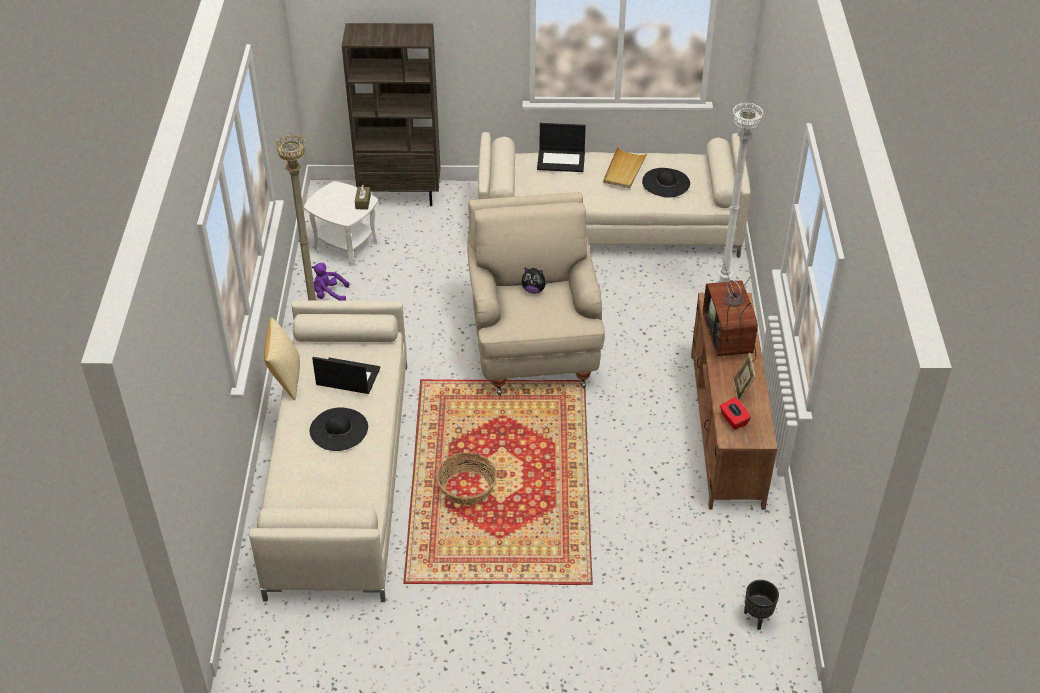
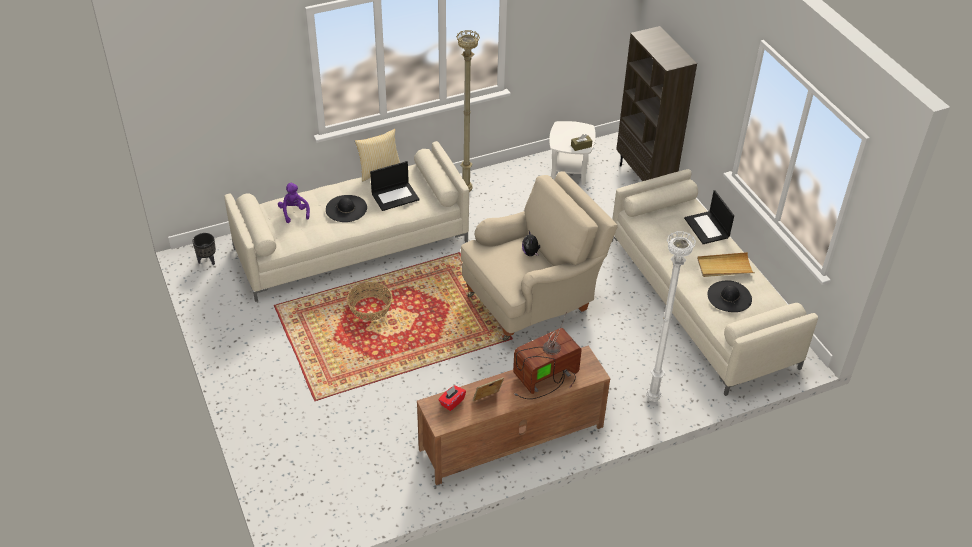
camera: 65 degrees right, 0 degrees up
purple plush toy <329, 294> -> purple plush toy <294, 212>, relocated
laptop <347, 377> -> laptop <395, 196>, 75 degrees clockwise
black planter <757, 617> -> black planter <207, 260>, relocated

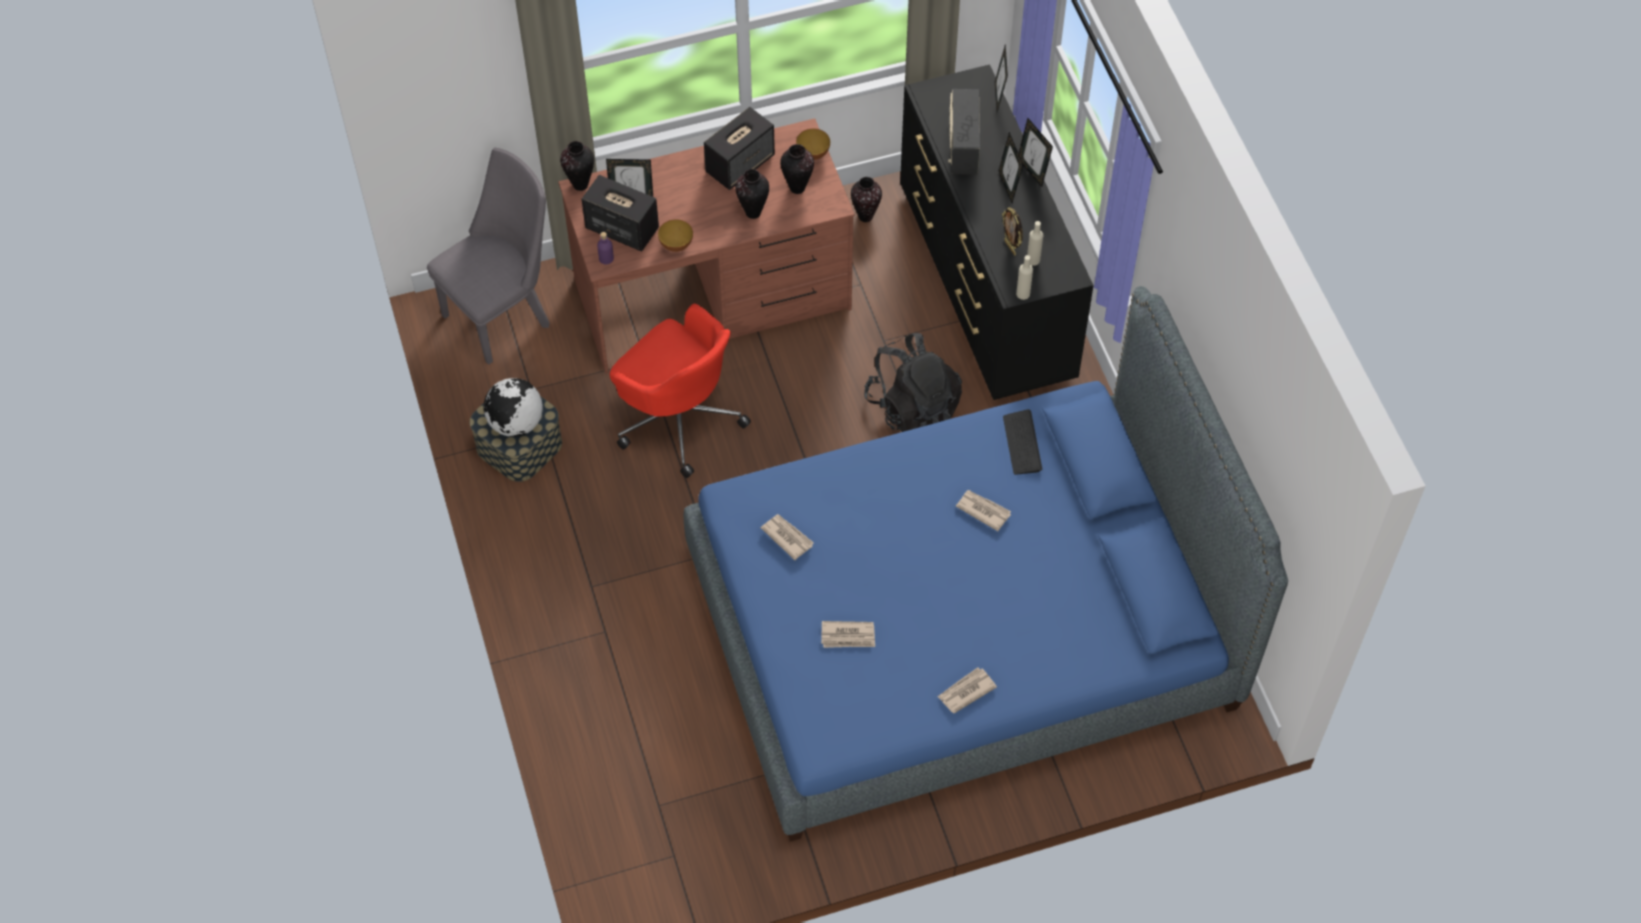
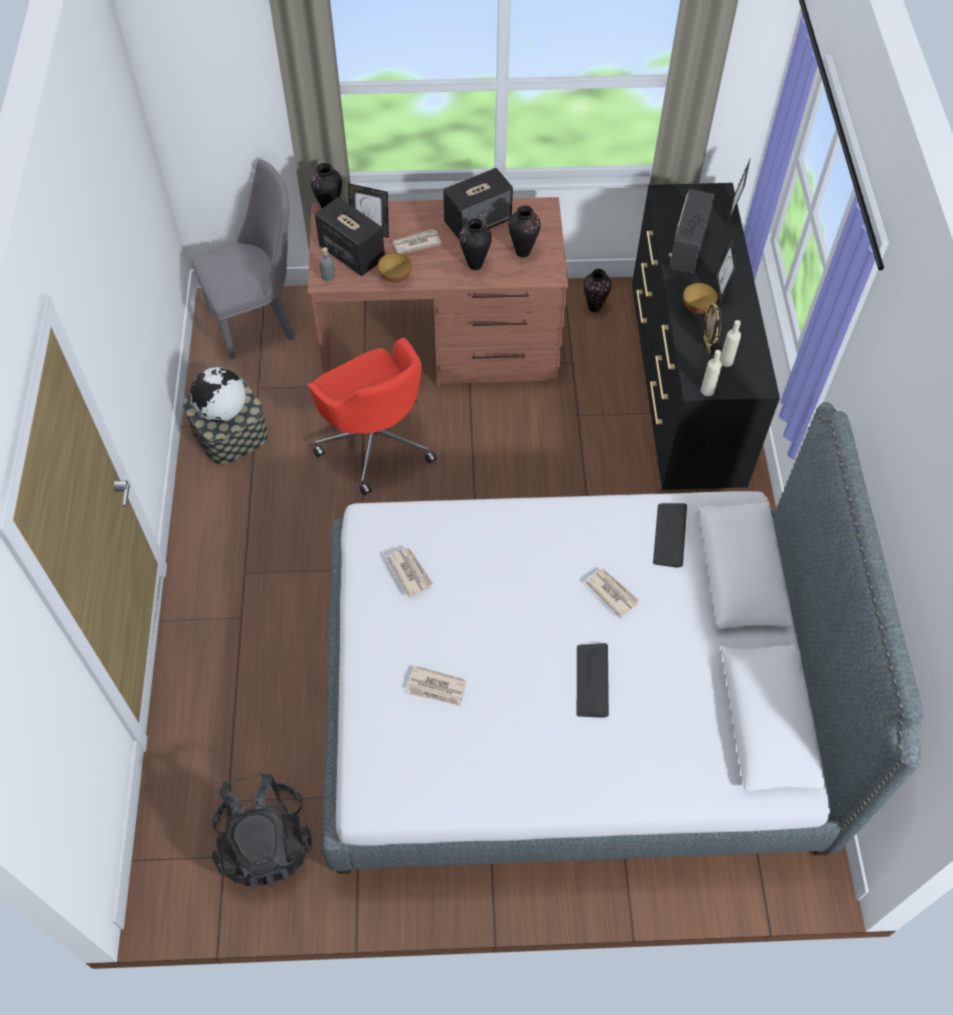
camera: 15 degrees right, 0 degrees up
picture frame <1032, 171> -> none
bowl <813, 154> -> bowl <697, 308>, relocated
purple bottle <606, 258> -> grey bottle <328, 276>
blue bed <962, 630> -> grey bed <572, 701>
black backpack <913, 406> -> black backpack <265, 842>, relocated
newspaper <966, 691> -> newspaper <416, 243>, relocated
none -> keyboard <592, 681>

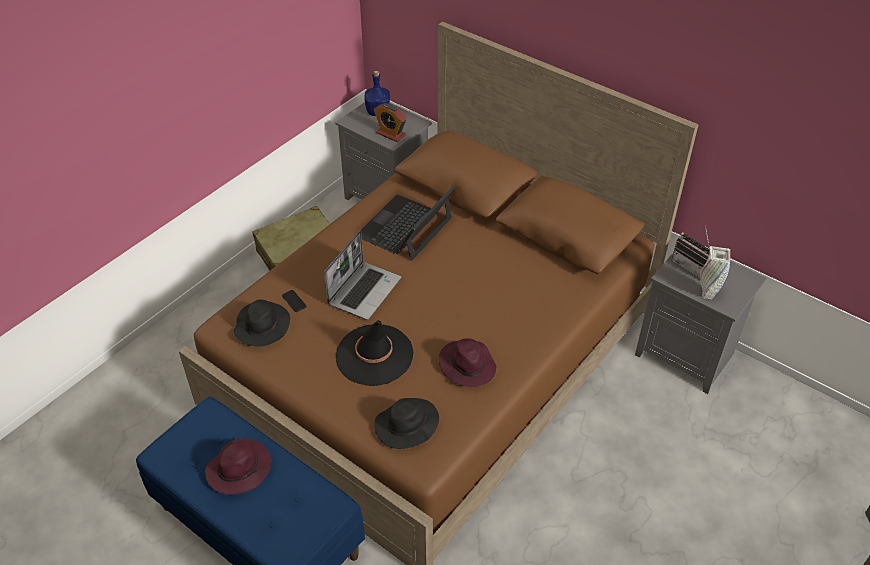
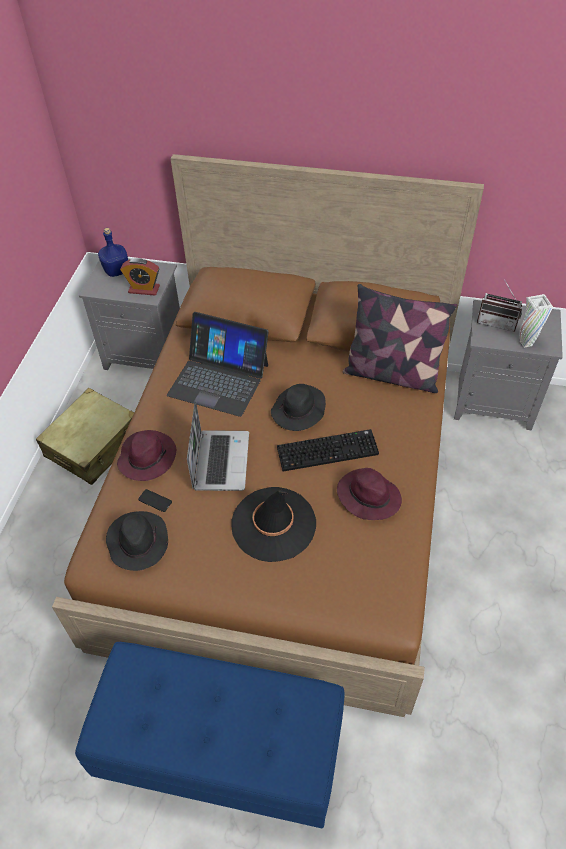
camera: 25 degrees left, 5 degrees up
laptop <405, 227> -> laptop <219, 379>, 75 degrees counterclockwise
black hat <406, 426> -> black hat <298, 411>, relocated
purple hat <240, 468> -> purple hat <147, 457>, relocated
none -> pillow <392, 374>
none -> keyboard <328, 450>

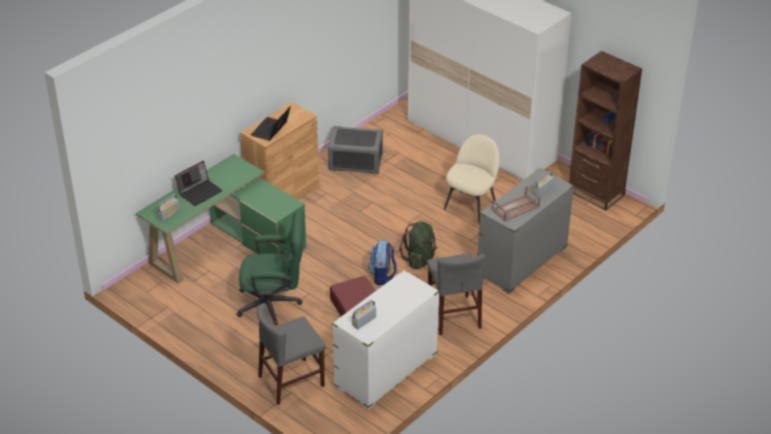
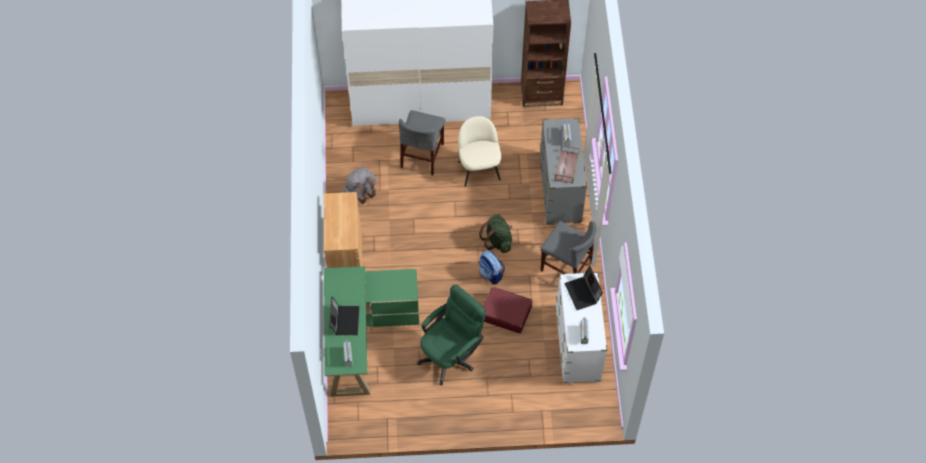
camera: 45 degrees left, 20 degrees up
laptop <271, 130> -> laptop <583, 293>, relocated
grey storage box <355, 162> -> grey backpack <360, 192>
grey chair <291, 381> -> grey chair <422, 155>, relocated

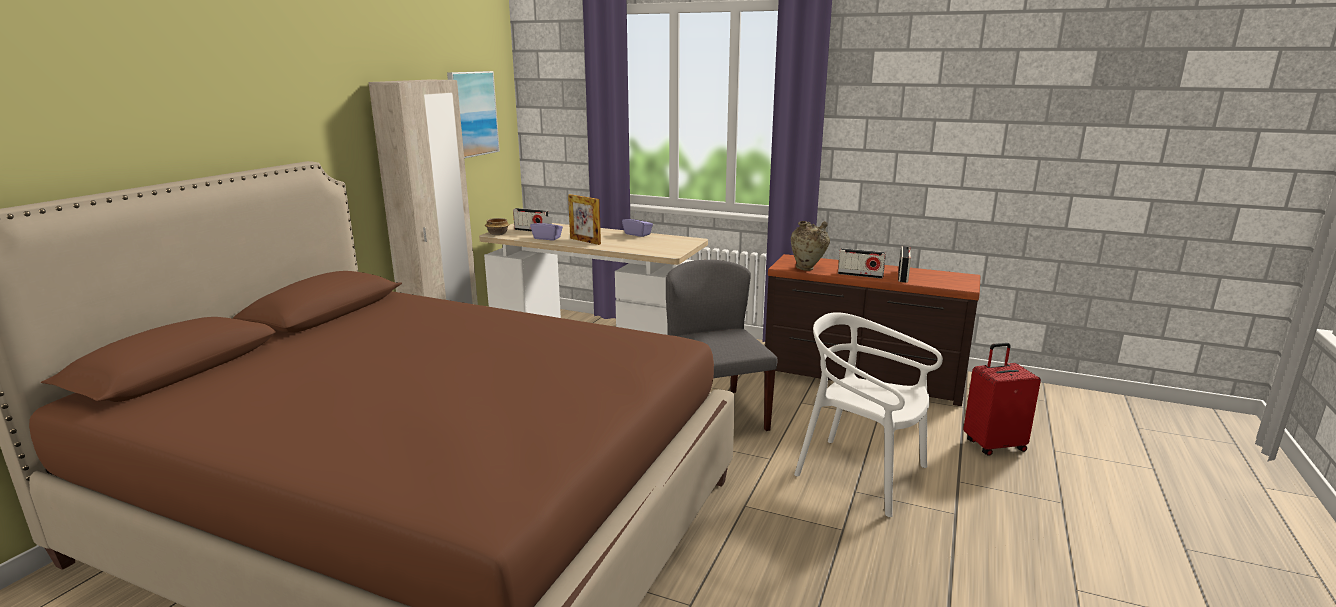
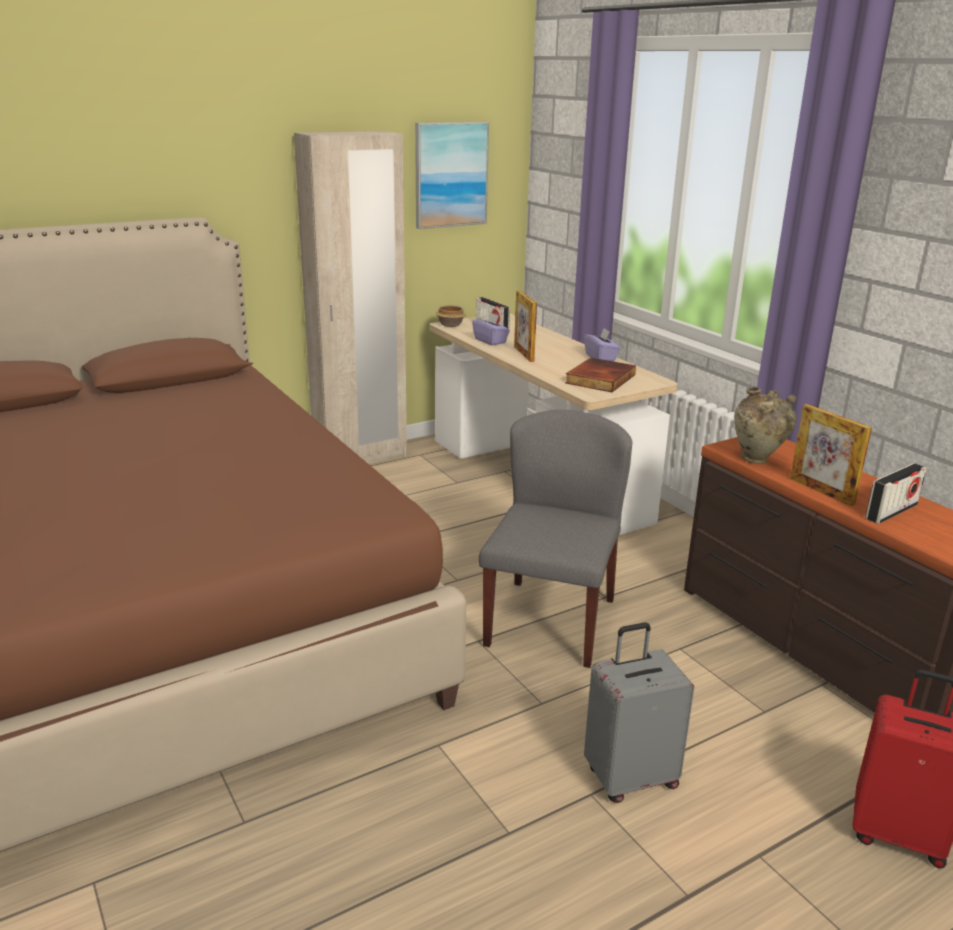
camera: 35 degrees right, 5 degrees up
radio <860, 275> -> picture frame <821, 491>
white chair <861, 474> -> grey suitcase <630, 777>
none -> book <599, 378>

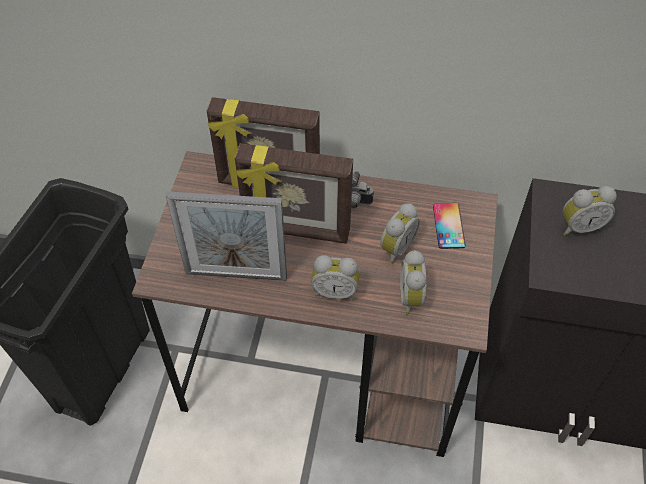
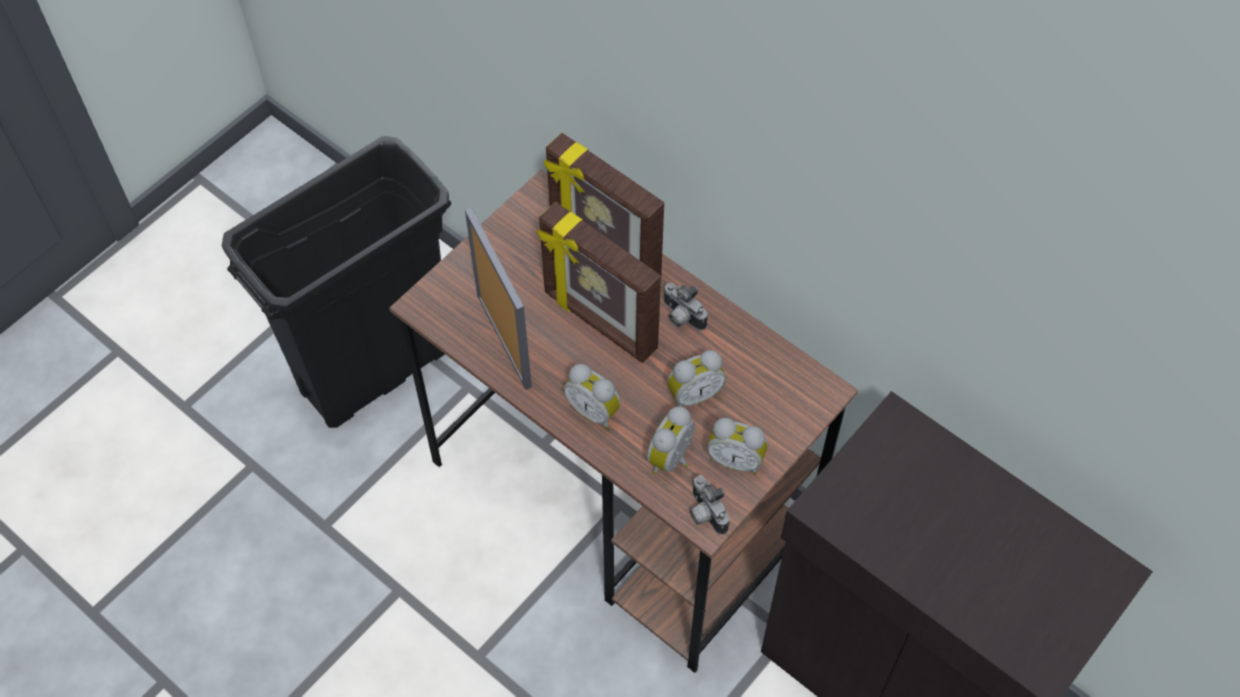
camera: 30 degrees right, 5 degrees up
alarm clock <579, 226> -> alarm clock <735, 459>, relocated
picture frame <236, 275> -> picture frame <504, 340>, 150 degrees counterclockwise
phone <448, 226> -> none
none -> photo camera <704, 513>

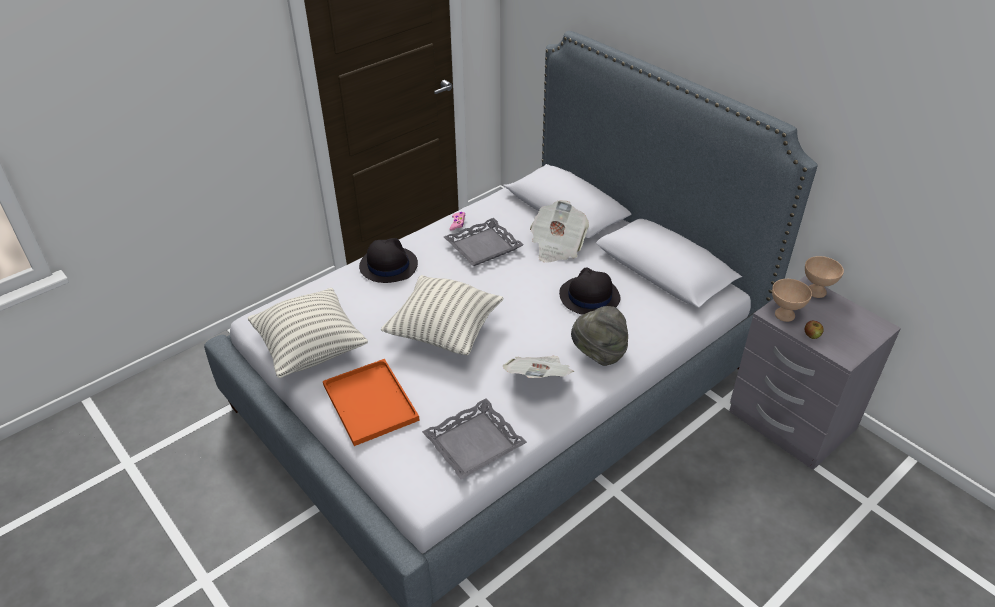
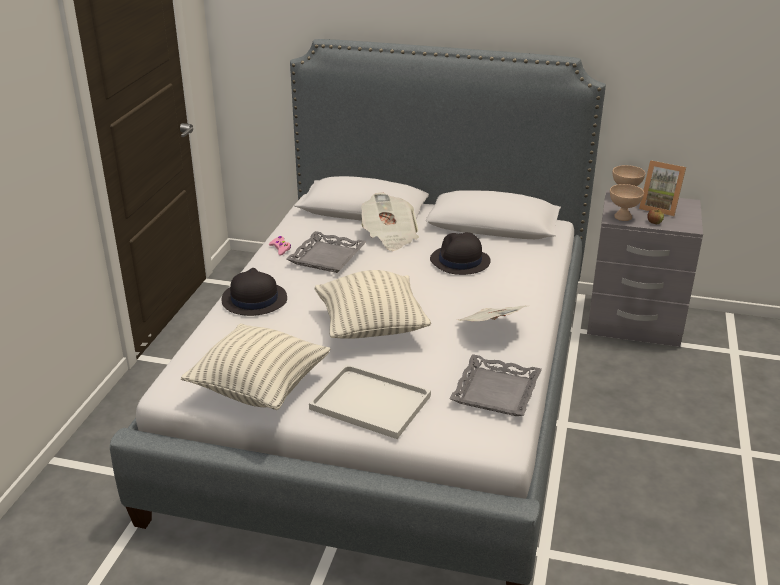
camera: 35 degrees left, 10 degrees down
grey hat <598, 353> -> none
orange tray <372, 403> -> white tray <373, 402>
none -> picture frame <659, 208>

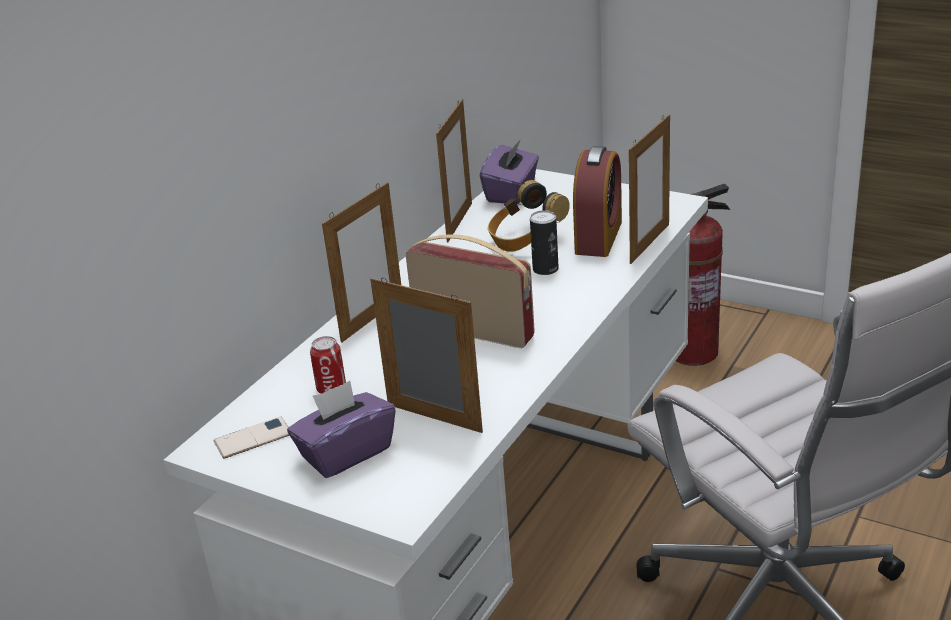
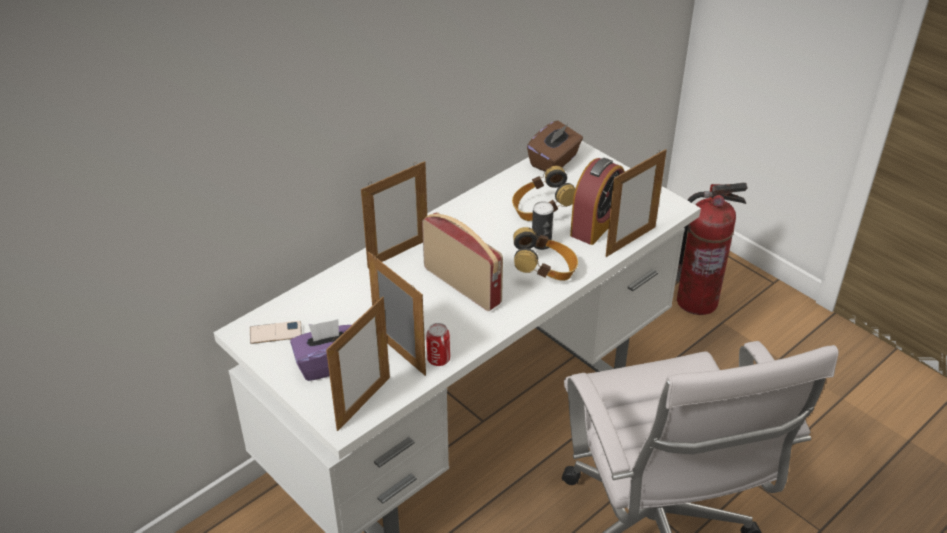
camera: 15 degrees right, 10 degrees up
picture frame <459, 222> -> picture frame <363, 403>, relocated
purple tissue box <512, 192> -> brown tissue box <554, 161>
can <331, 388> -> can <438, 359>, relocated
none -> headphones <545, 271>

